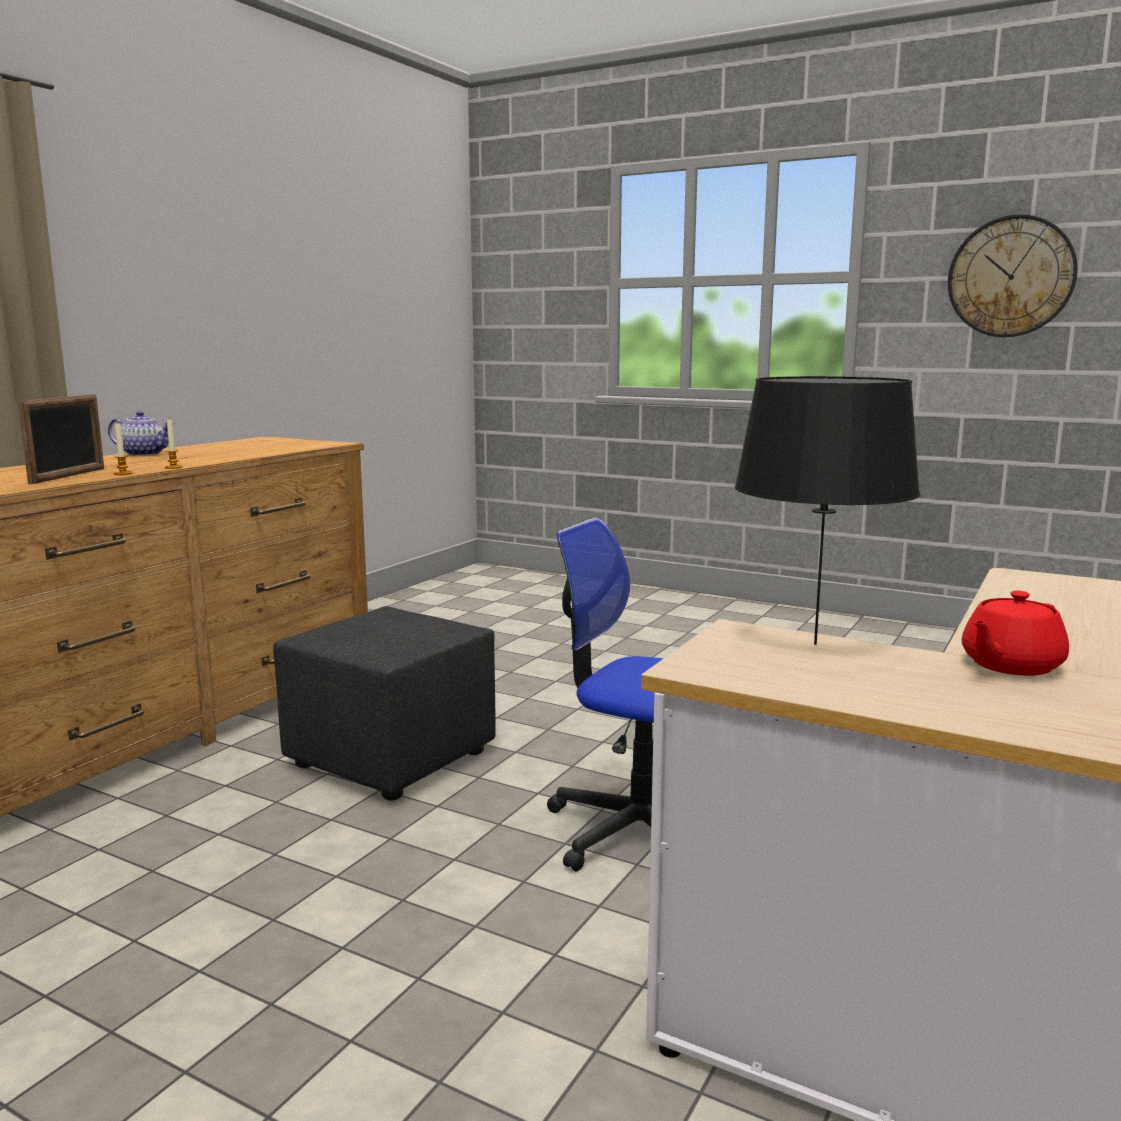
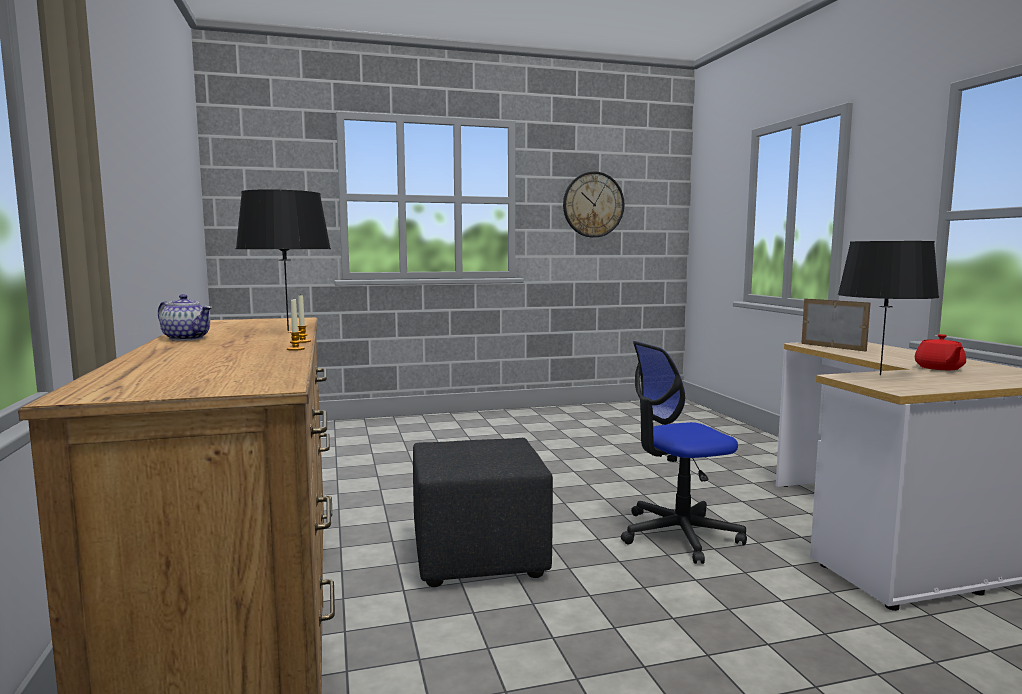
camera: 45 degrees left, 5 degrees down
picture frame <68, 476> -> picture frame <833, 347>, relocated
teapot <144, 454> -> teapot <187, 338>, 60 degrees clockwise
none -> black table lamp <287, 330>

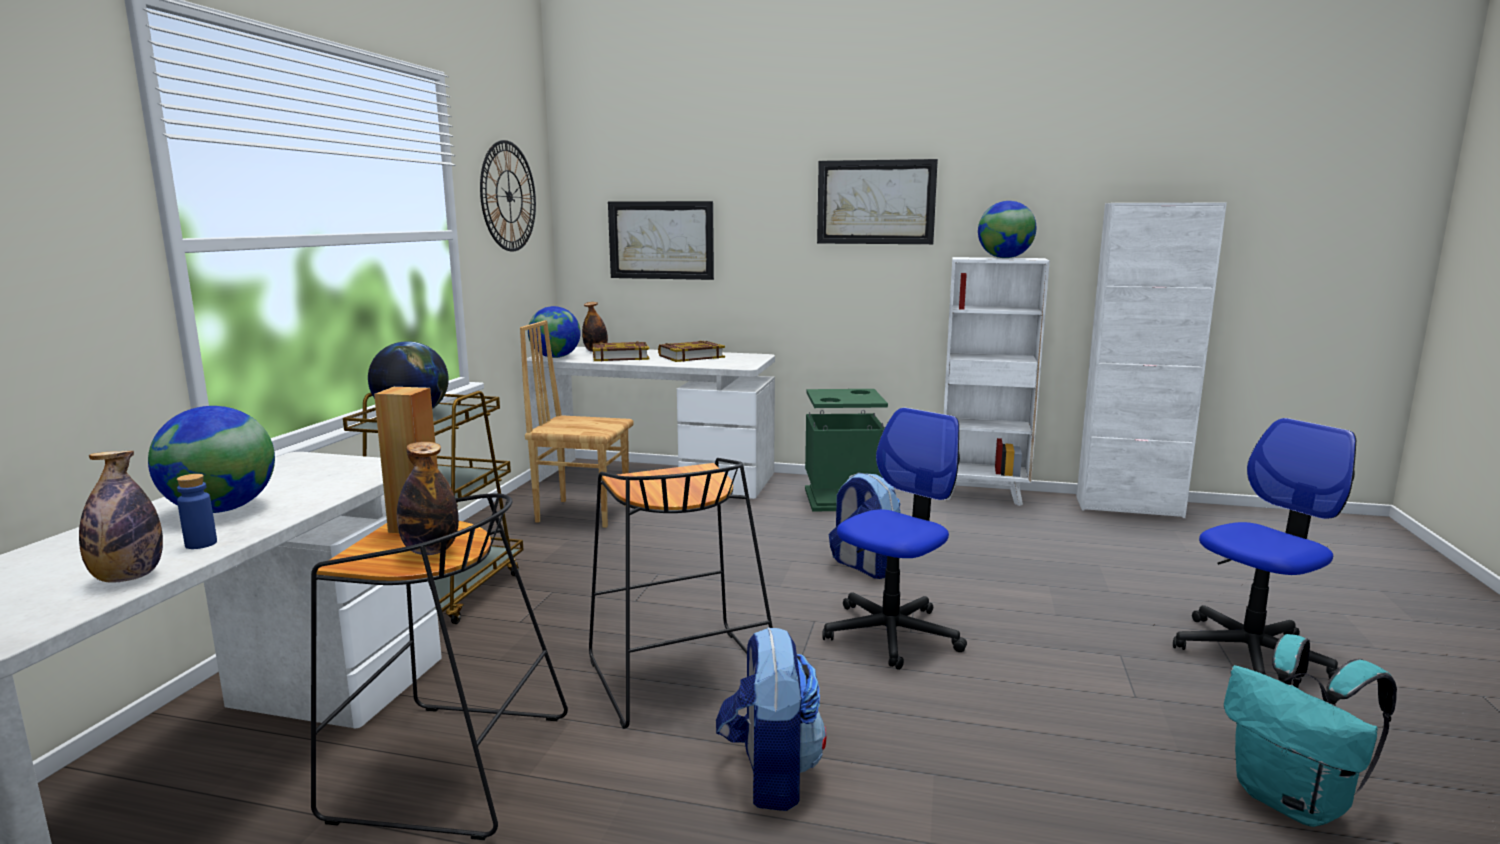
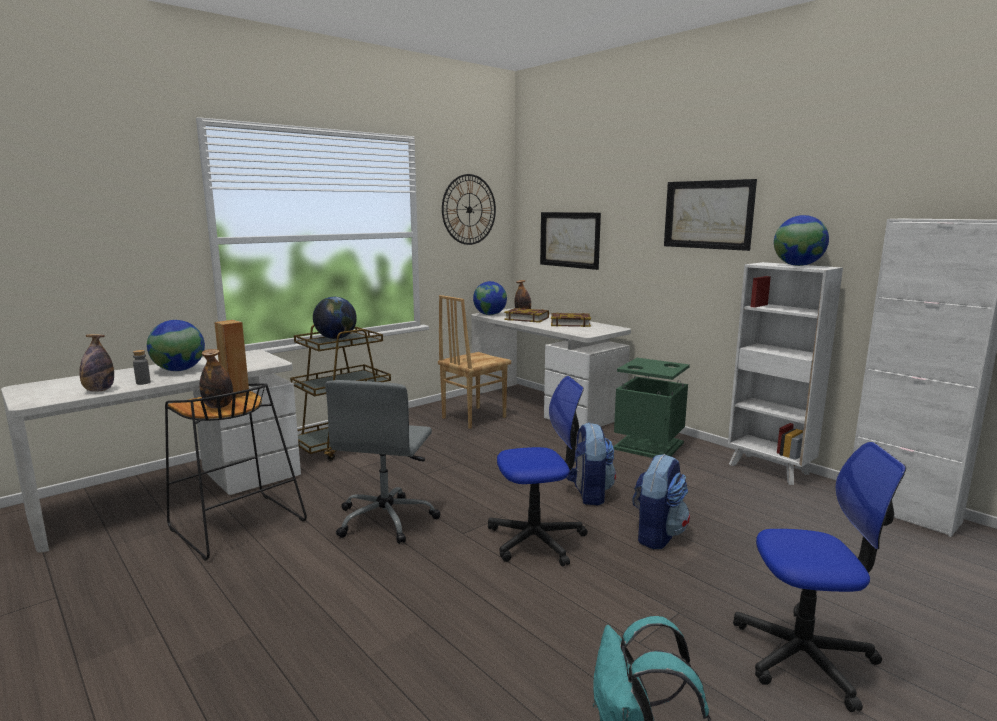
camera: 35 degrees right, 0 degrees up
brown chair <583, 513> -> brown chair <473, 417>, 90 degrees counterclockwise
black stool <678, 674> -> grey office chair <386, 519>
blue bottle <201, 544> -> grey bottle <143, 383>
backpack <770, 775> -> backpack <657, 535>, relocated

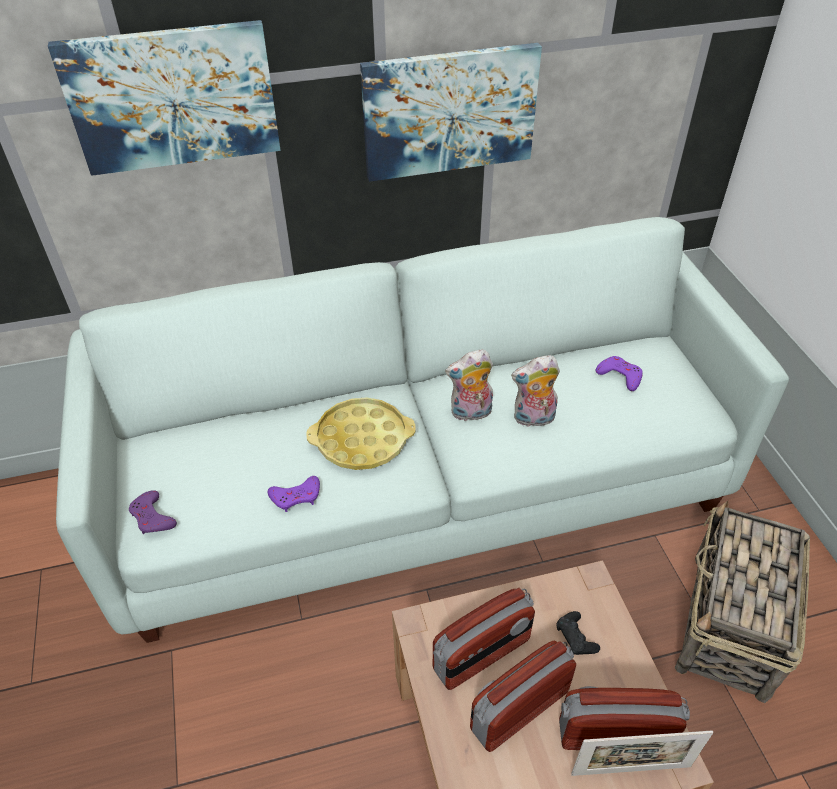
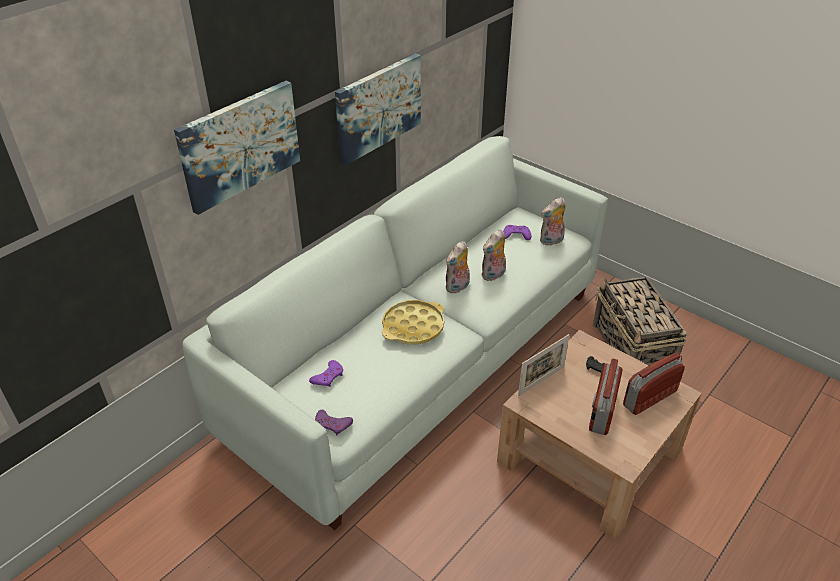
camera: 35 degrees left, 5 degrees down
purple game controller <296, 496> -> purple game controller <328, 377>, relocated
radio <482, 655> -> none
picture frame <631, 770> -> picture frame <541, 381>, relocated
none -> plush toy <551, 241>

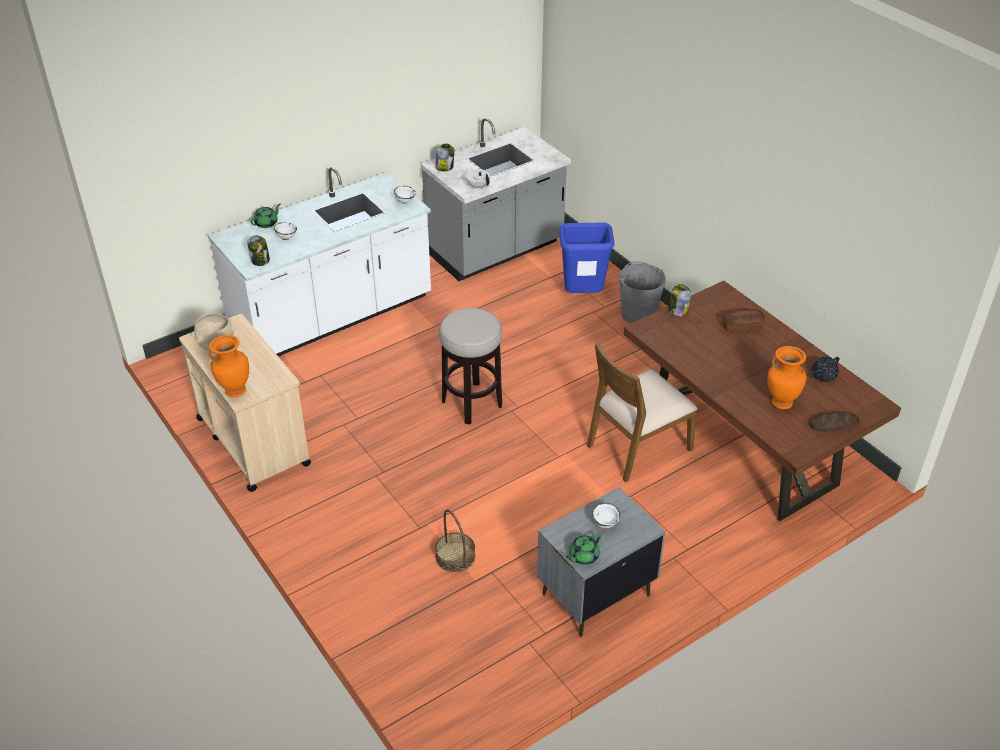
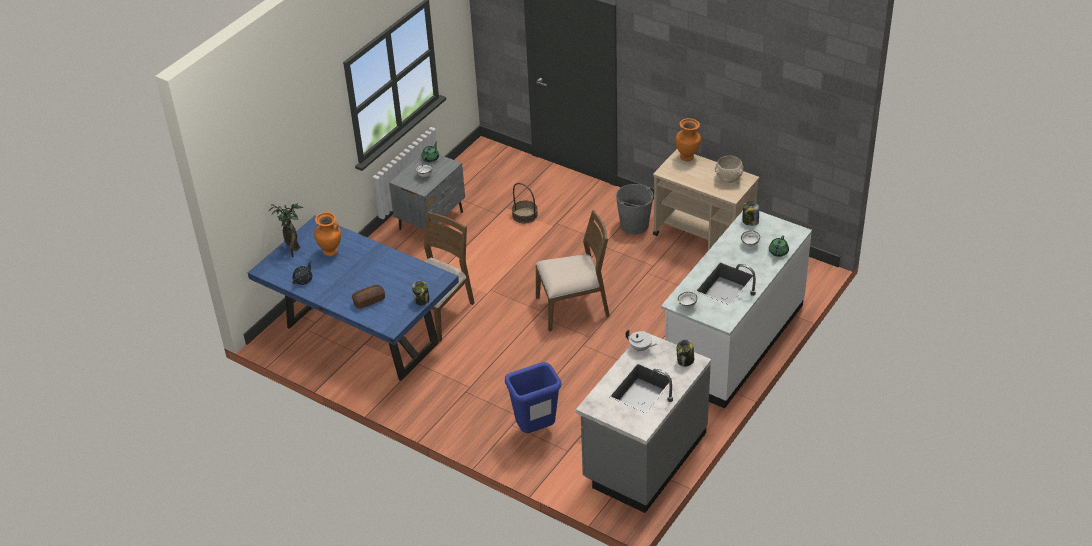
camera: 160 degrees right, 0 degrees up
grey bucket <638, 314> -> grey bucket <634, 225>, relocated
brown dining table <740, 445> -> blue dining table <363, 335>
stool <472, 403> -> brown chair <573, 307>
bread <833, 424> -> potted plant <293, 248>

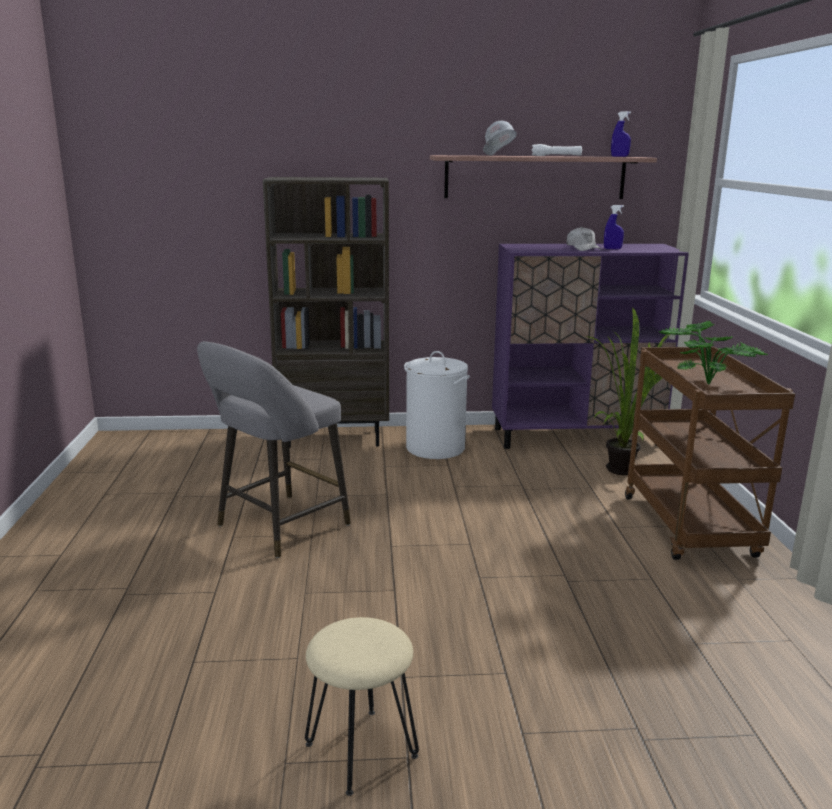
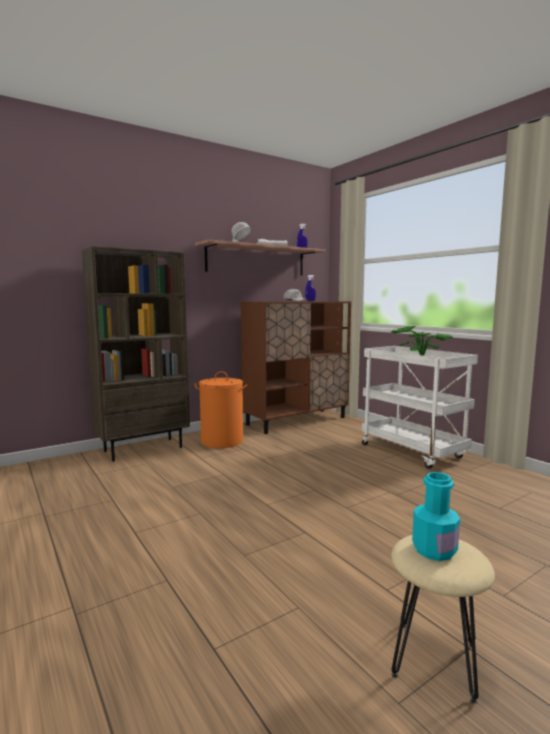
camera: 30 degrees left, 10 degrees down
purple cabinet <576, 437> -> brown cabinet <297, 421>
potted plant <623, 468> -> none
grey stool <277, 528> -> none
brown cart <691, 528> -> white cart <413, 452>
white laundry basket <435, 448> -> orange laundry basket <221, 441>
none -> turquoise bottle <434, 550>

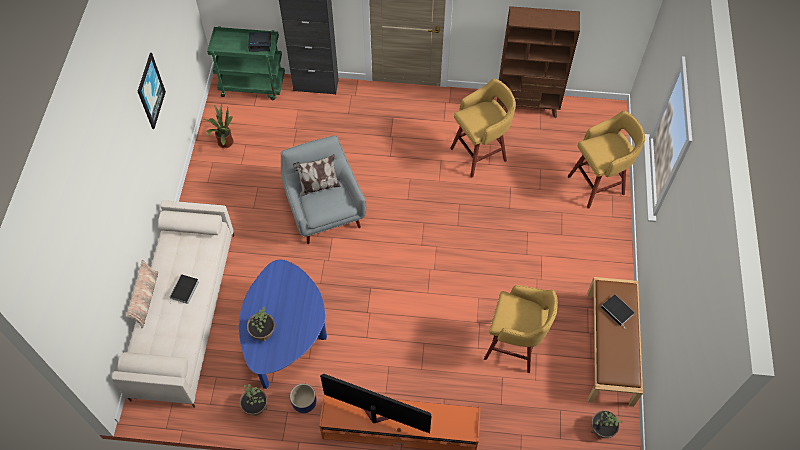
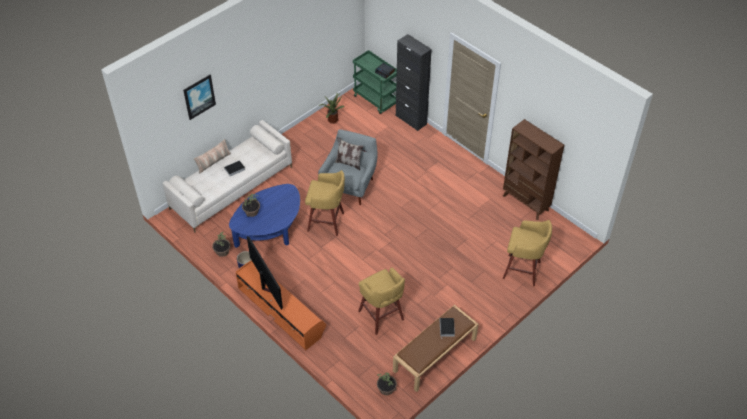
camera: 40 degrees right, 10 degrees down
picture <150, 91> -> picture <199, 96>, relocated
yellow stool <480, 154> -> yellow stool <327, 222>, relocated

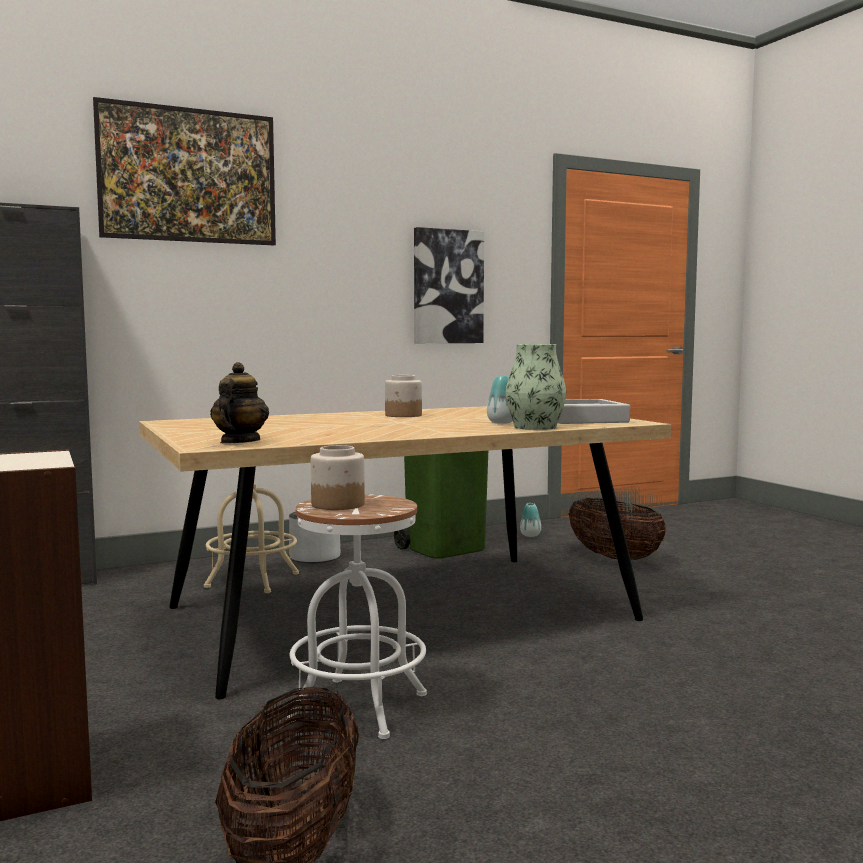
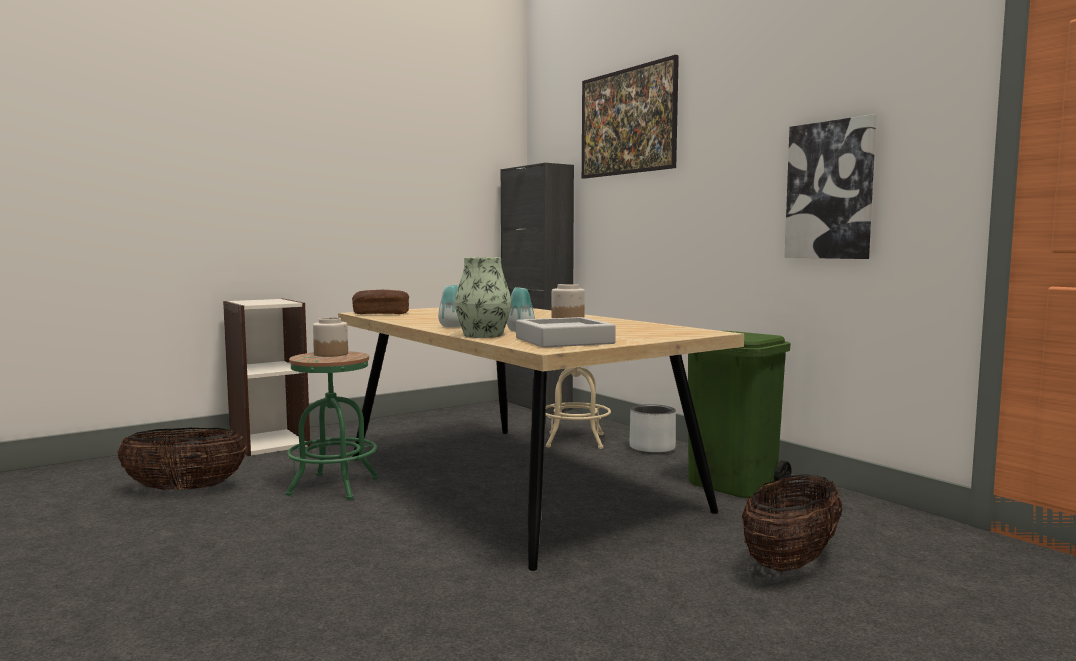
camera: 80 degrees right, 0 degrees up
teapot <239, 442> -> bread <381, 313>
white stool <359, 707> -> green stool <333, 486>
vase <530, 535> -> vase <452, 326>, relocated

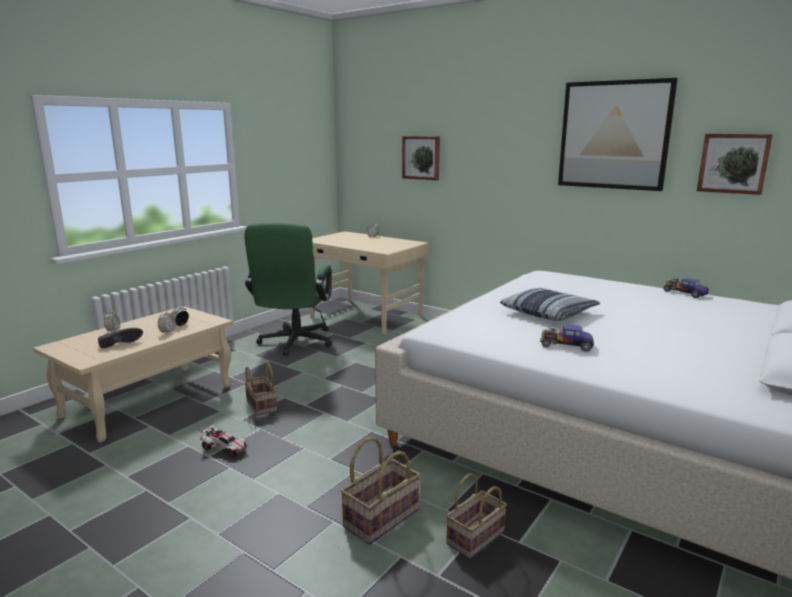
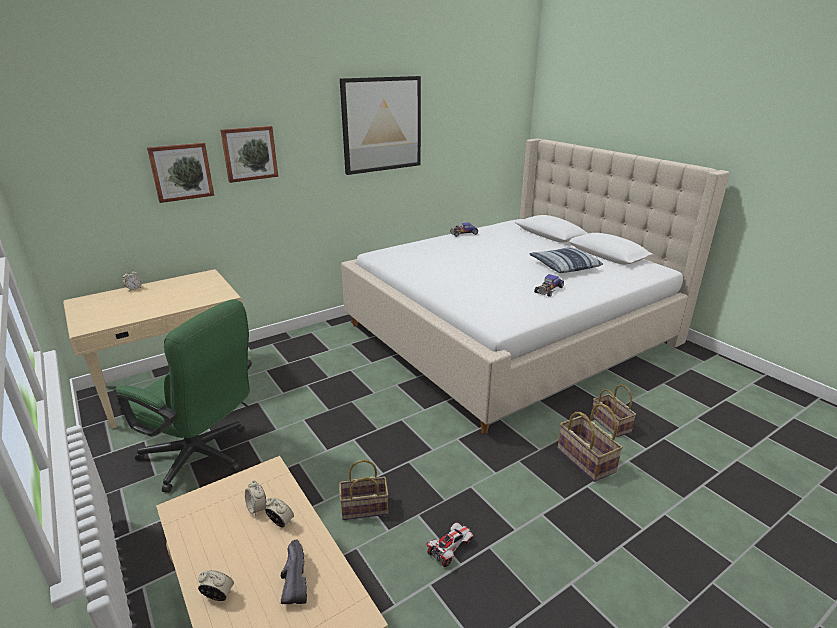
camera: 70 degrees left, 10 degrees up
picture <733, 163> -> picture <249, 153>, relocated
pillow <549, 313> -> pillow <564, 266>, relocated

